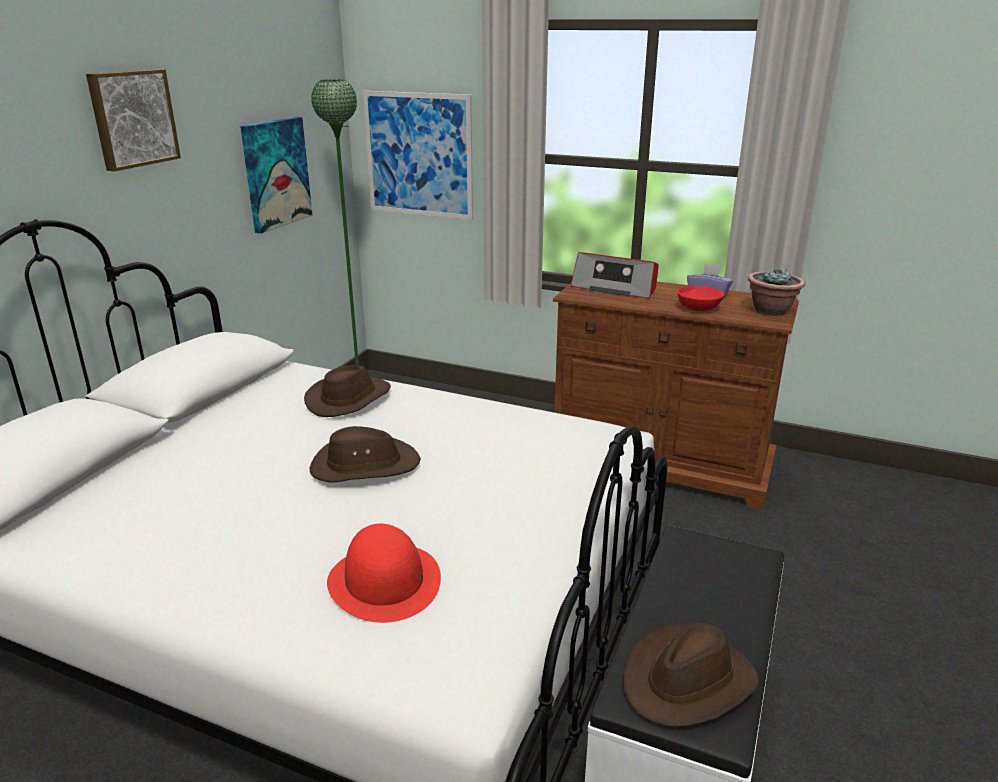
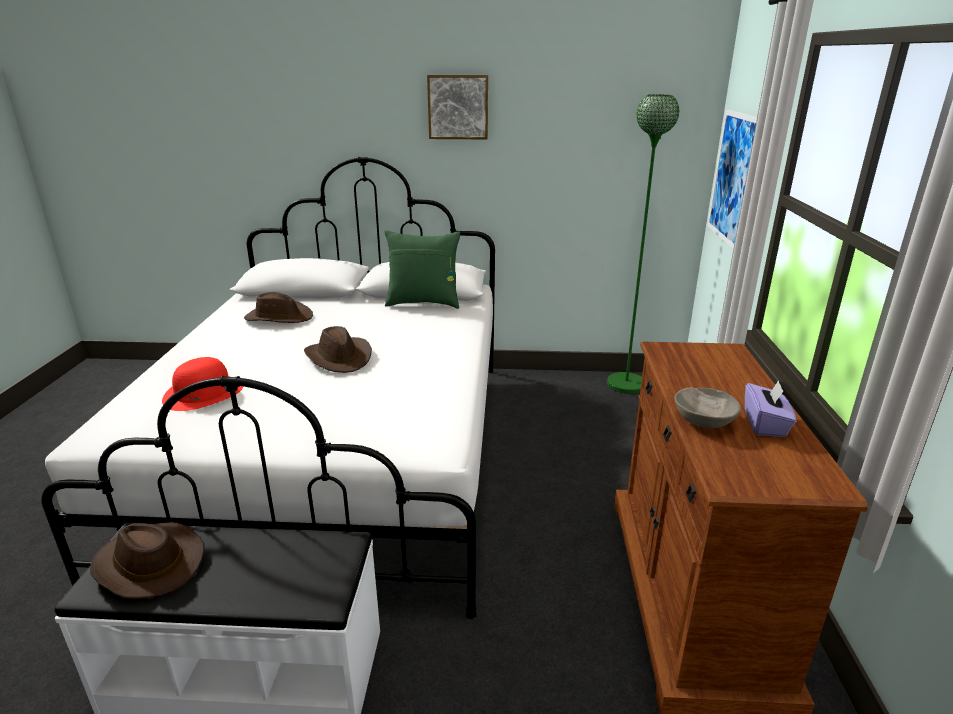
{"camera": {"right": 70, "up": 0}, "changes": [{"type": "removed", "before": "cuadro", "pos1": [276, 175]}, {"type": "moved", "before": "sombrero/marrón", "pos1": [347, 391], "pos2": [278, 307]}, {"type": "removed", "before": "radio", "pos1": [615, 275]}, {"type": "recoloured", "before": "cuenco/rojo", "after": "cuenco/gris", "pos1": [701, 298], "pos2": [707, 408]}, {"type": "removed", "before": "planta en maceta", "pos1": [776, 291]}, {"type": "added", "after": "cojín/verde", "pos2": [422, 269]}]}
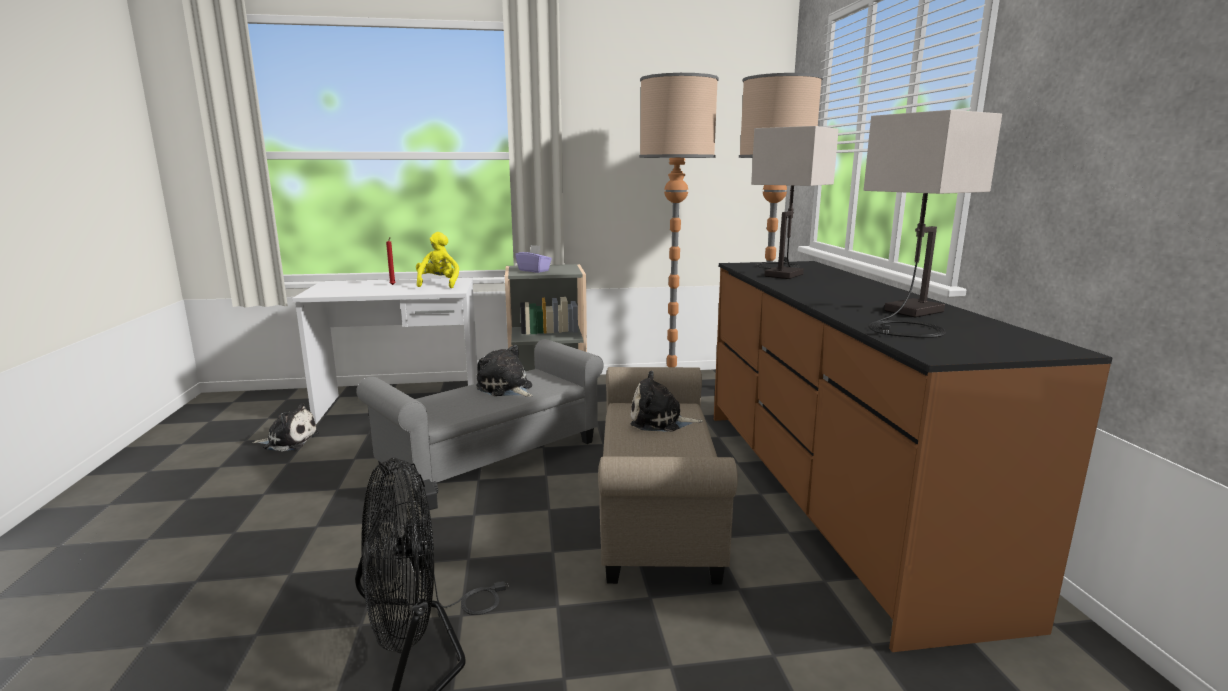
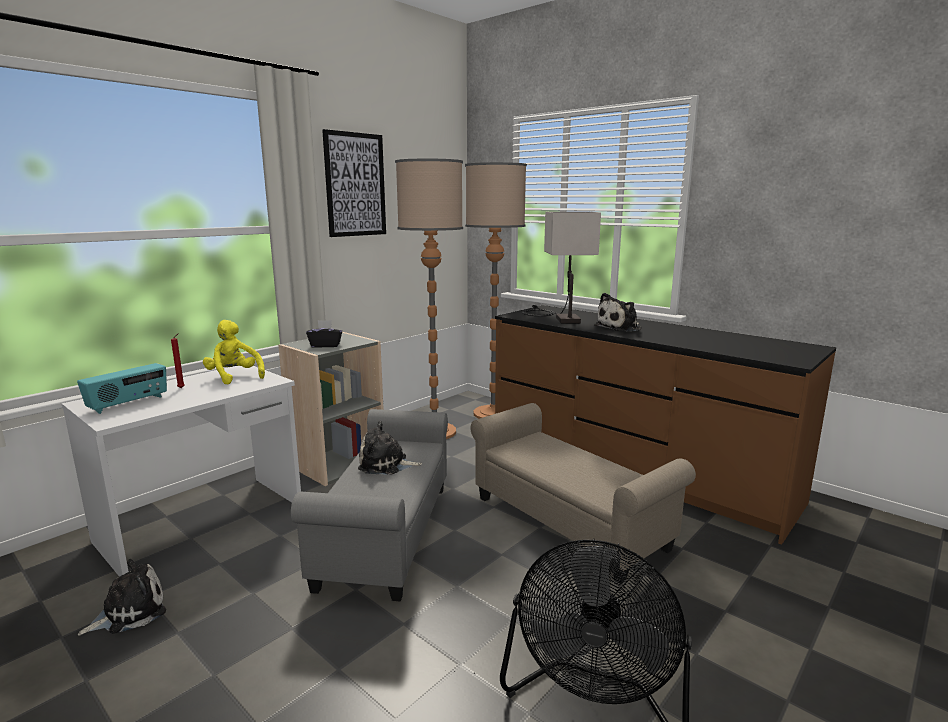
{"camera": {"right": -40, "up": 0}, "changes": [{"type": "recoloured", "before": "caja de pañuelos/morado", "after": "caja de pañuelos/negro", "pos1": [533, 259], "pos2": [324, 334]}, {"type": "moved", "before": "peluche", "pos1": [666, 401], "pos2": [618, 312]}, {"type": "removed", "before": "lámpara de mesa", "pos1": [933, 224]}, {"type": "added", "after": "radio", "pos2": [122, 388]}, {"type": "added", "after": "cuadro", "pos2": [354, 183]}]}
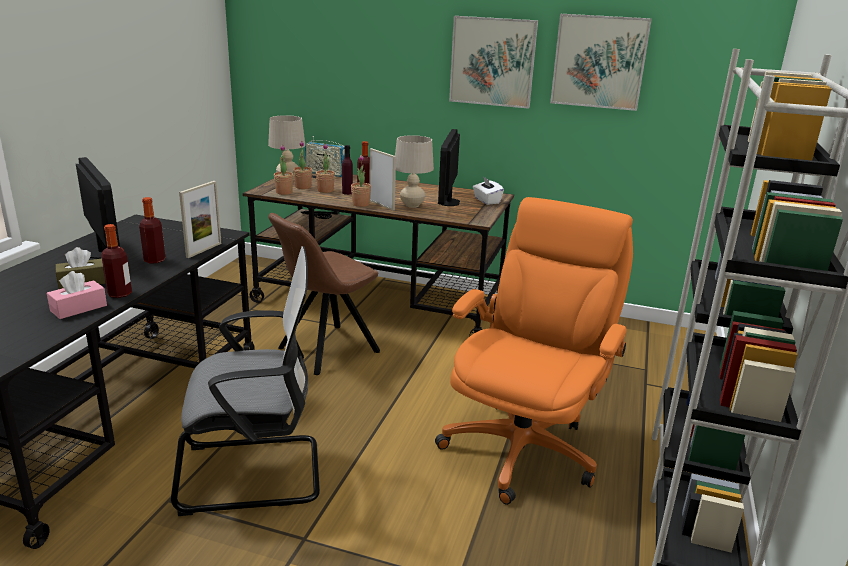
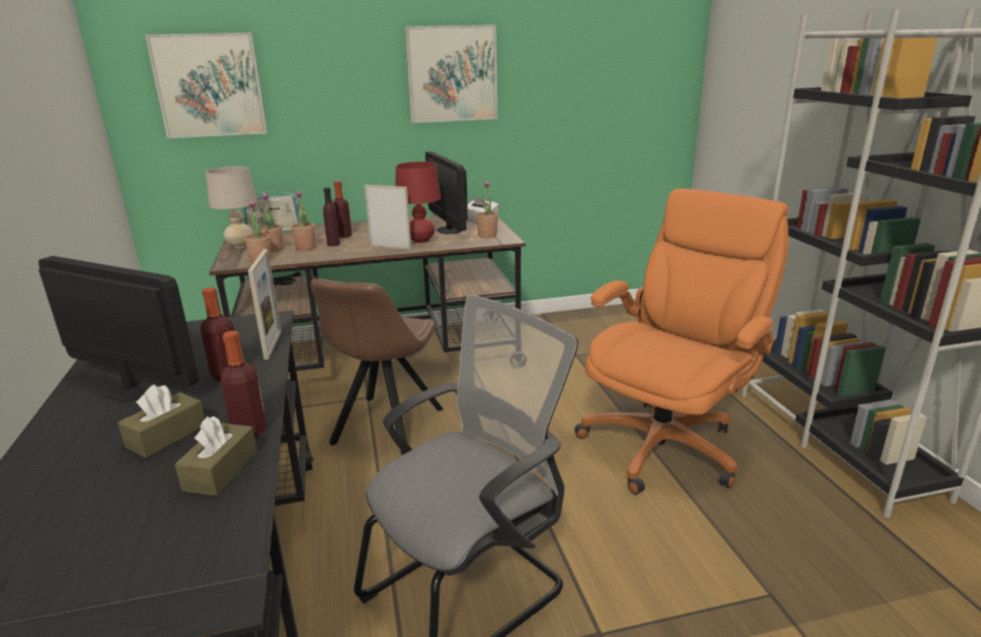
{"camera": {"right": -30, "up": 0}, "changes": [{"type": "recoloured", "before": "caja de pañuelos/rosa", "after": "caja de pañuelos/marrón", "pos1": [77, 295], "pos2": [216, 456]}, {"type": "moved", "before": "planta en maceta", "pos1": [361, 181], "pos2": [487, 209]}, {"type": "recoloured", "before": "lámpara de mesa/beis", "after": "lámpara de mesa/rojo", "pos1": [414, 171], "pos2": [418, 202]}, {"type": "turned", "before": "silla de oficina/naranja", "pos1": [534, 351], "pos2": [682, 341], "turn": 45}, {"type": "moved", "before": "cuadro", "pos1": [601, 62], "pos2": [206, 85]}]}
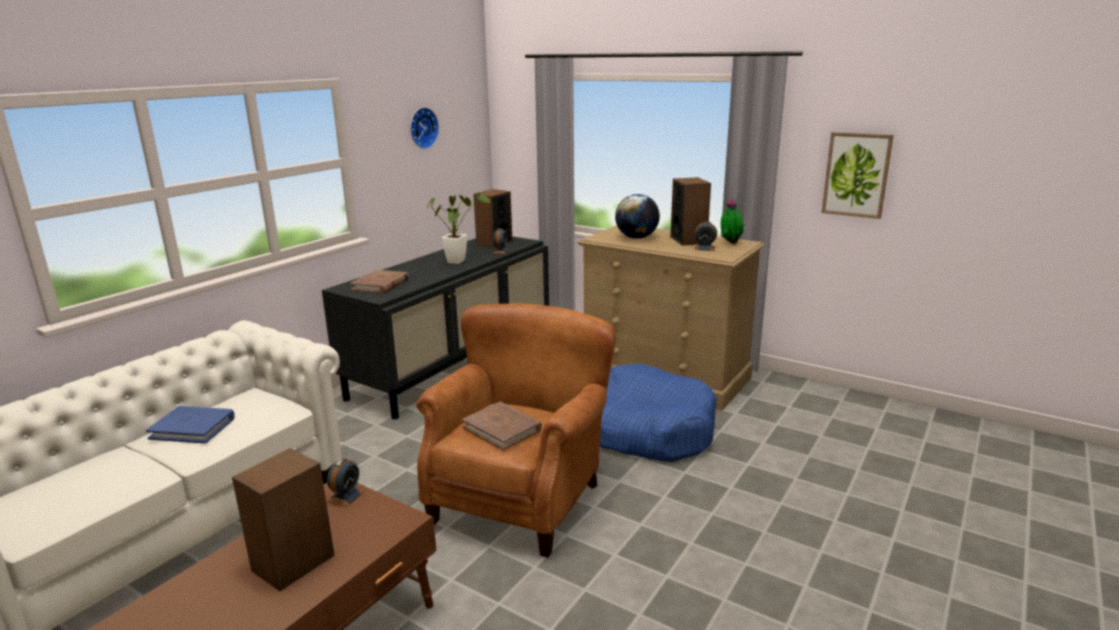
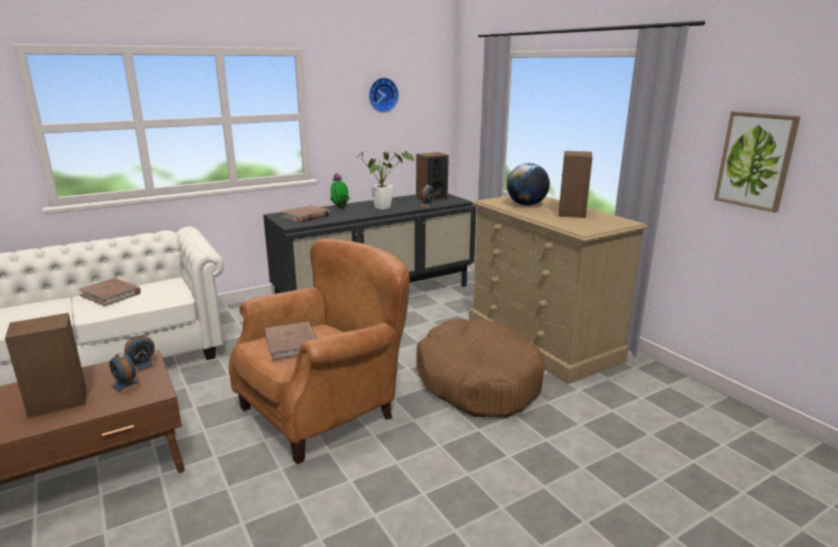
{"camera": {"right": 25, "up": 0}, "changes": [{"type": "recoloured", "before": "libro/azul", "after": "libro/marrón", "pos1": [190, 424], "pos2": [110, 292]}, {"type": "recoloured", "before": "cama para perro/azul", "after": "cama para perro/marrón", "pos1": [658, 413], "pos2": [480, 367]}, {"type": "moved", "before": "despertador", "pos1": [705, 236], "pos2": [126, 374]}, {"type": "moved", "before": "planta en maceta", "pos1": [732, 221], "pos2": [340, 191]}]}
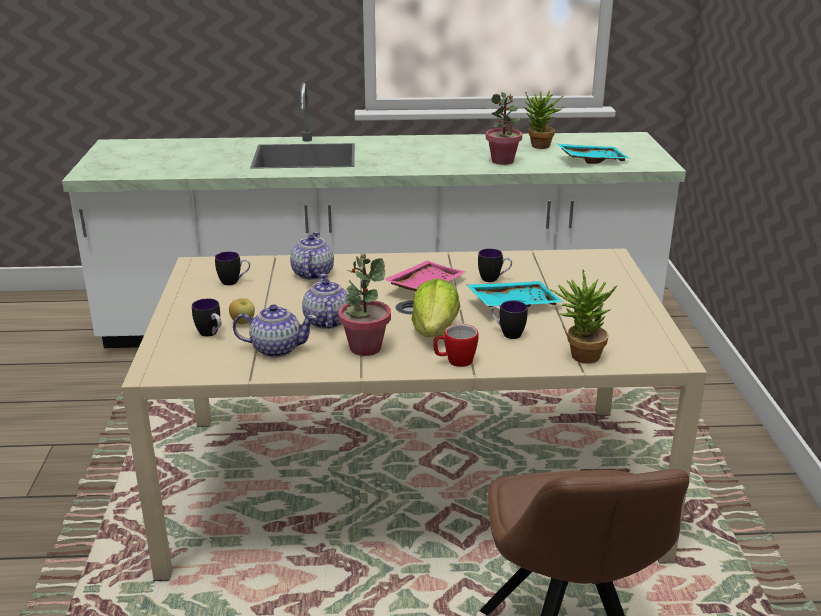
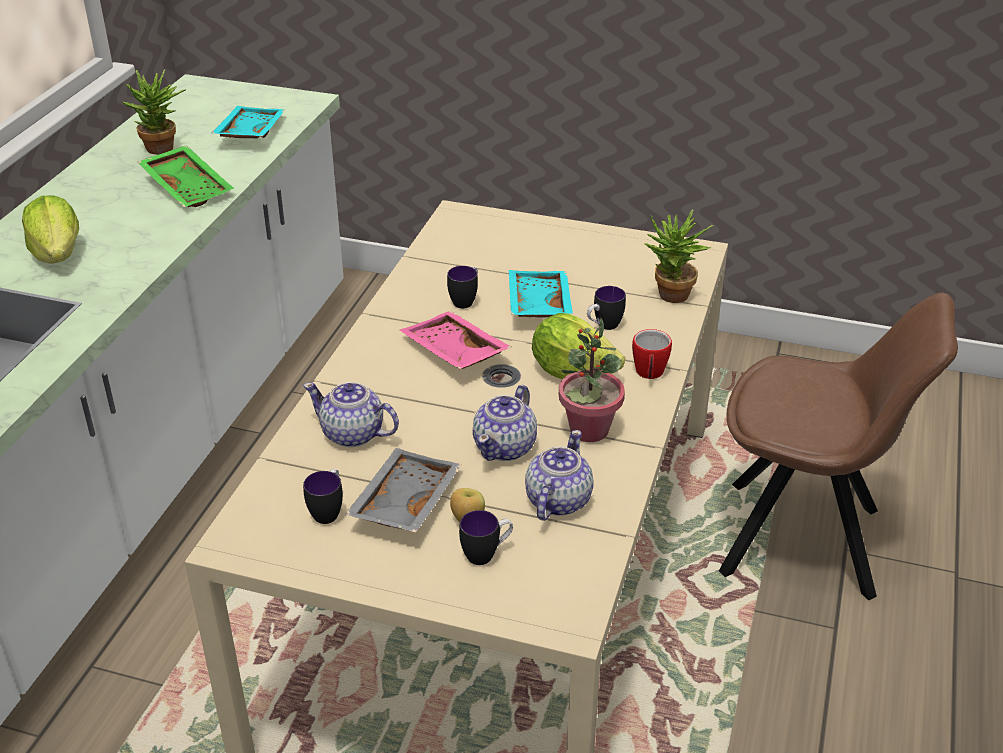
{"camera": {"right": -70, "up": 10}, "changes": [{"type": "turned", "before": "tetera", "pos1": [325, 301], "pos2": [505, 423], "turn": -75}, {"type": "replaced", "before": "planta en maceta", "after": "bandeja/verde", "pos1": [504, 128], "pos2": [186, 176]}, {"type": "added", "after": "lechuga", "pos2": [50, 229]}, {"type": "added", "after": "bandeja/gris", "pos2": [403, 490]}]}
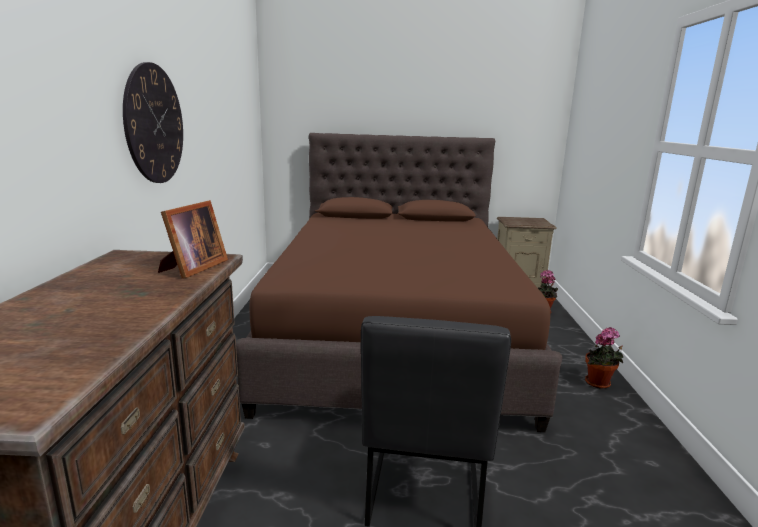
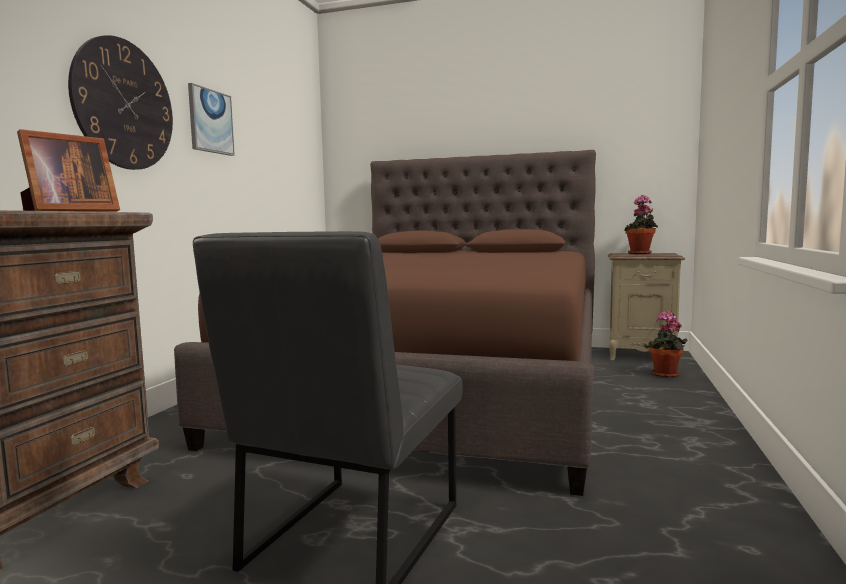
{"camera": {"right": 15, "up": -10}, "changes": [{"type": "moved", "before": "planta en maceta", "pos1": [604, 358], "pos2": [641, 224]}, {"type": "added", "after": "cuadro", "pos2": [211, 119]}]}
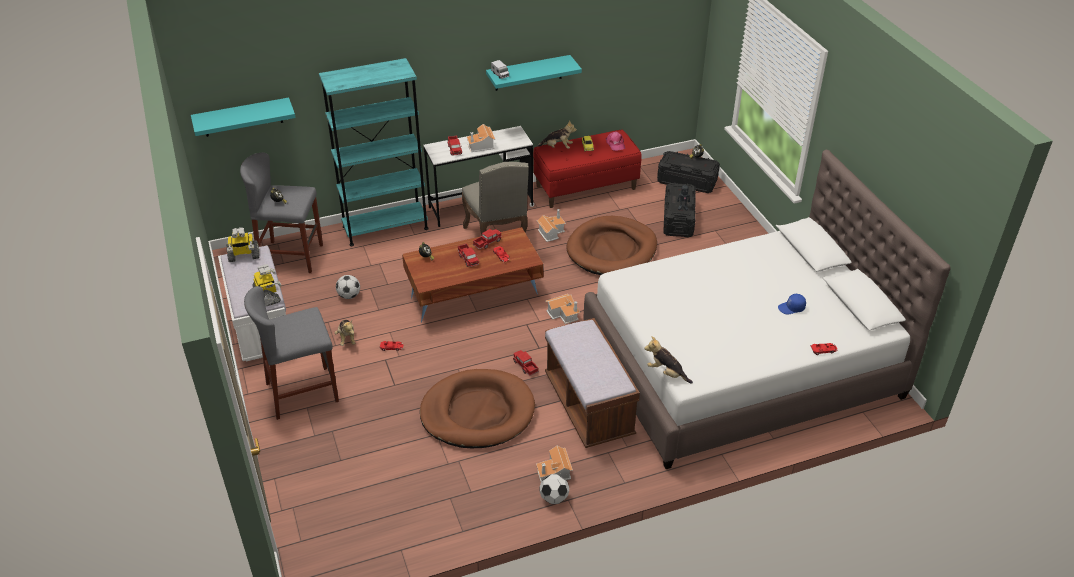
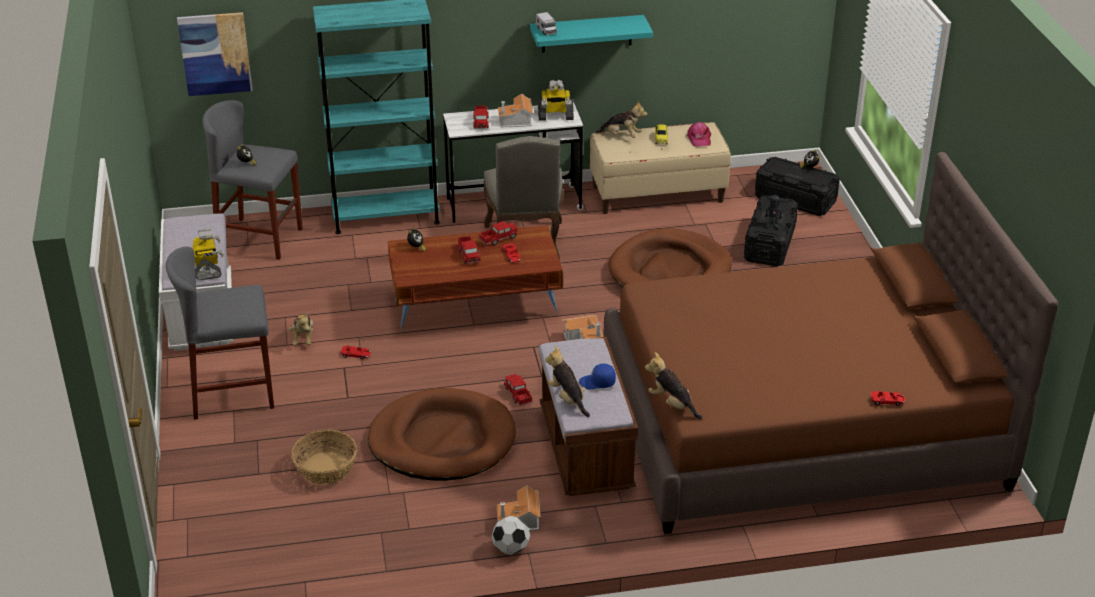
{"camera": {"right": 10, "up": -5}, "changes": [{"type": "replaced", "before": "estante/turquesa", "after": "cuadro", "pos1": [243, 117], "pos2": [215, 54]}, {"type": "moved", "before": "robot de juguete", "pos1": [242, 244], "pos2": [556, 100]}, {"type": "removed", "before": "balón de fútbol", "pos1": [348, 287]}, {"type": "recoloured", "before": "banco/rojo", "after": "banco/beis", "pos1": [587, 169], "pos2": [660, 168]}, {"type": "removed", "before": "casita", "pos1": [551, 225]}, {"type": "recoloured", "before": "cama/blanco", "after": "cama/marrón", "pos1": [767, 309], "pos2": [830, 343]}, {"type": "moved", "before": "gorra/azul", "pos1": [792, 304], "pos2": [597, 376]}, {"type": "added", "after": "cesta", "pos2": [324, 457]}, {"type": "added", "after": "peluche", "pos2": [567, 381]}]}
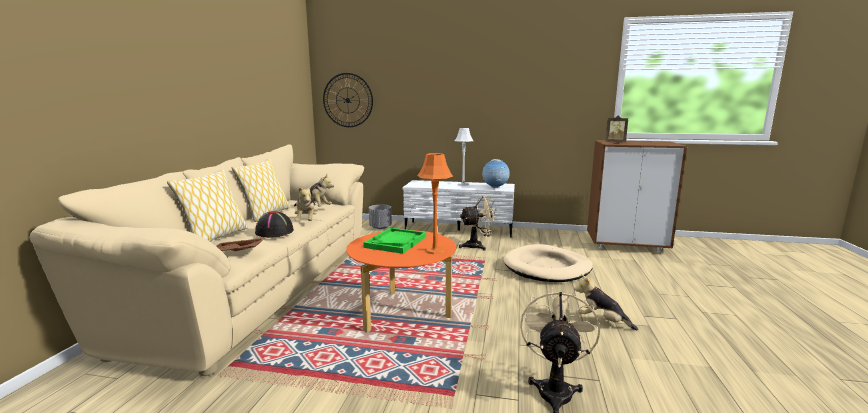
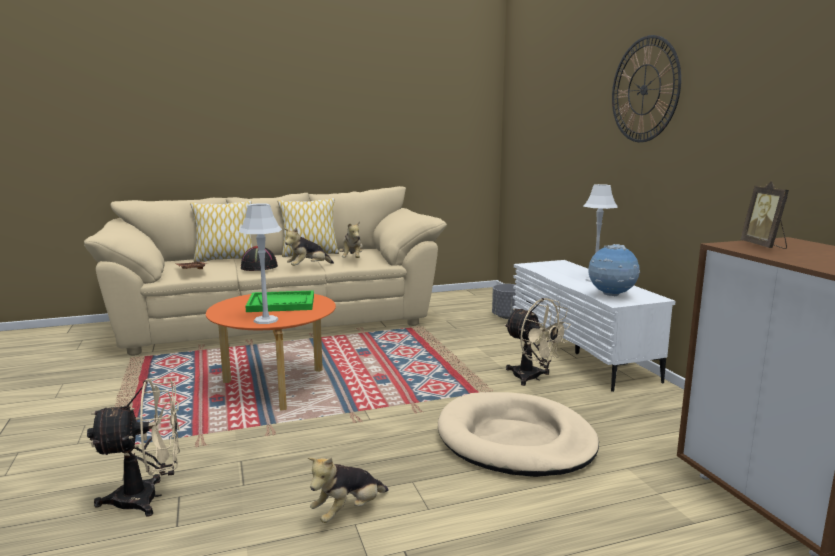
{"camera": {"right": 60, "up": 0}, "changes": [{"type": "moved", "before": "reloj de pared", "pos1": [348, 100], "pos2": [646, 88]}, {"type": "recoloured", "before": "lámpara de mesa/naranja", "after": "lámpara de mesa/gris", "pos1": [435, 203], "pos2": [260, 263]}, {"type": "turned", "before": "peluche", "pos1": [606, 302], "pos2": [348, 490], "turn": -135}]}
